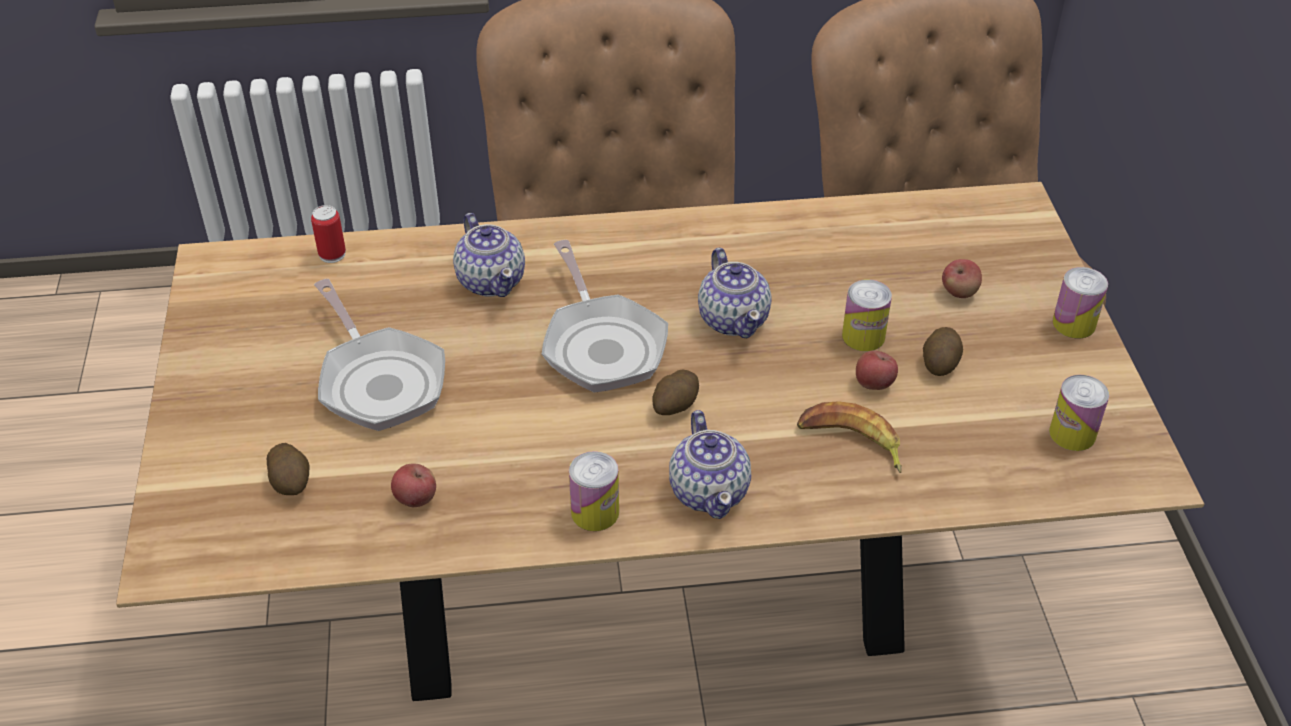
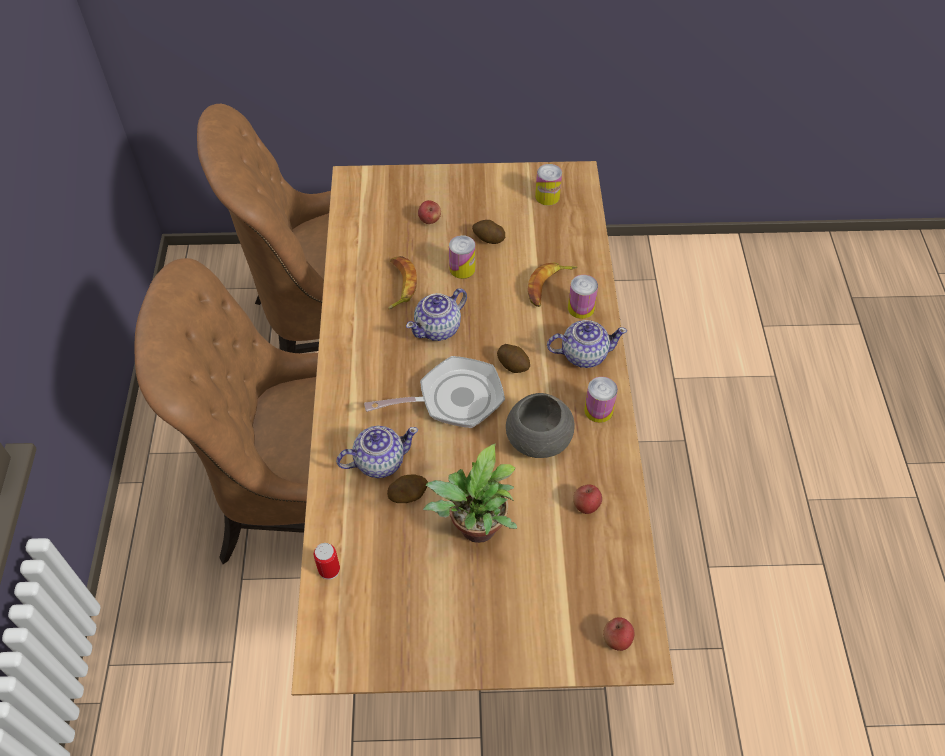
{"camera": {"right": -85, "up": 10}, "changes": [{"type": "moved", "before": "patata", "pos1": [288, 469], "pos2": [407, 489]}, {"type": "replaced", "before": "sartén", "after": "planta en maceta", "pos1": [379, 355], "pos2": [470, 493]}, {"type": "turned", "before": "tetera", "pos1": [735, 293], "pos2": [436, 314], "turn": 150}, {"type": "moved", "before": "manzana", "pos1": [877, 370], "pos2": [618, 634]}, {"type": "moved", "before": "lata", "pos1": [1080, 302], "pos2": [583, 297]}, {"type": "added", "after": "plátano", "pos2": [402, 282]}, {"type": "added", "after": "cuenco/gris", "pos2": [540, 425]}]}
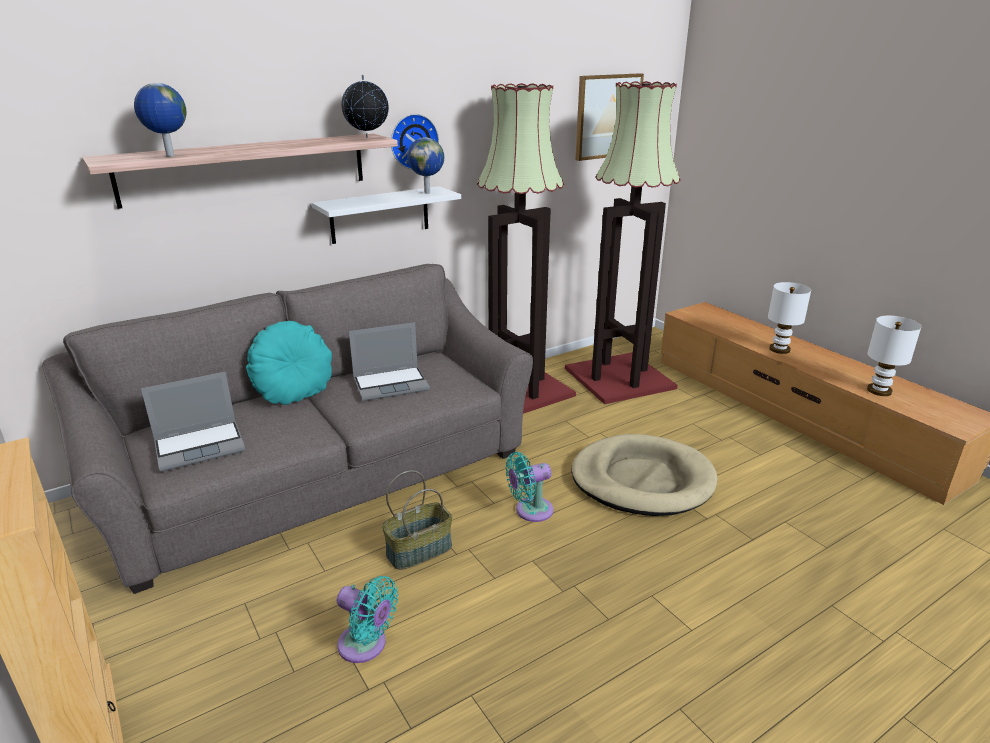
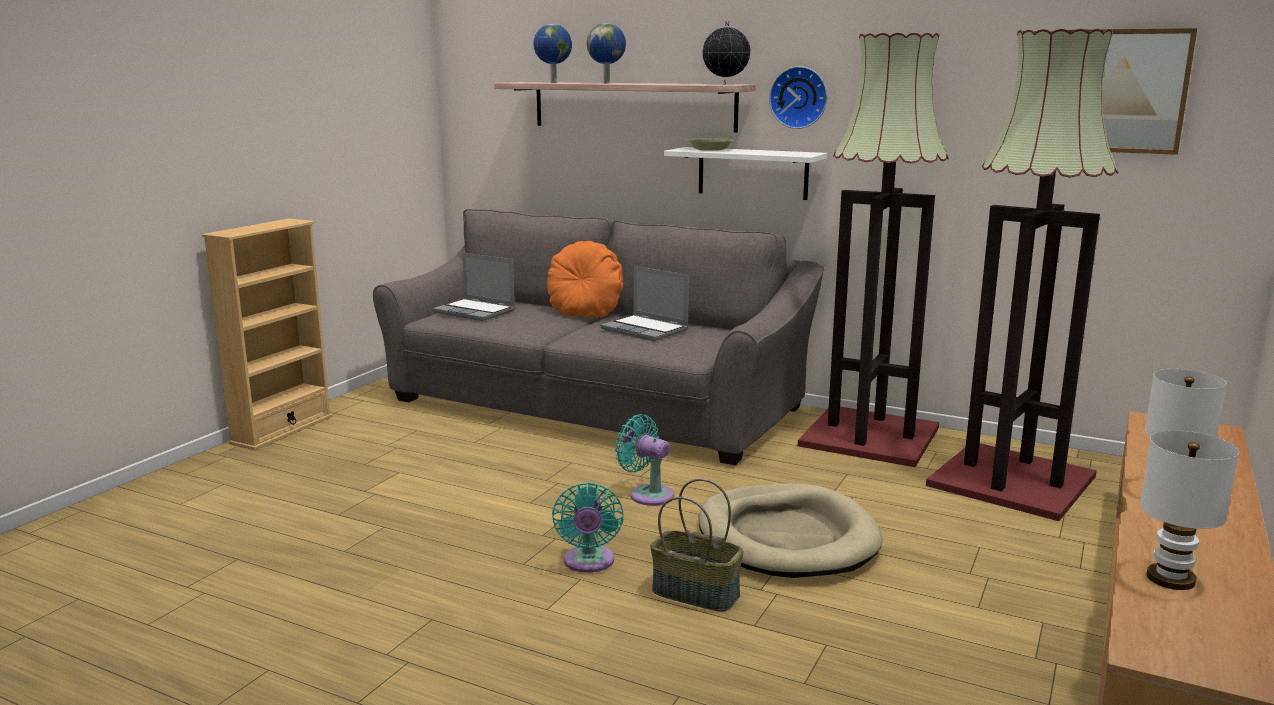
{"camera": {"right": 60, "up": -10}, "changes": [{"type": "recoloured", "before": "cojín/turquesa", "after": "cojín/naranja", "pos1": [289, 363], "pos2": [585, 279]}, {"type": "moved", "before": "ventilador/turquesa", "pos1": [367, 619], "pos2": [588, 527]}, {"type": "moved", "before": "cesta", "pos1": [417, 520], "pos2": [697, 545]}, {"type": "moved", "before": "globo terráqueo", "pos1": [425, 165], "pos2": [606, 53]}, {"type": "added", "after": "cuenco/amarillo", "pos2": [710, 144]}]}
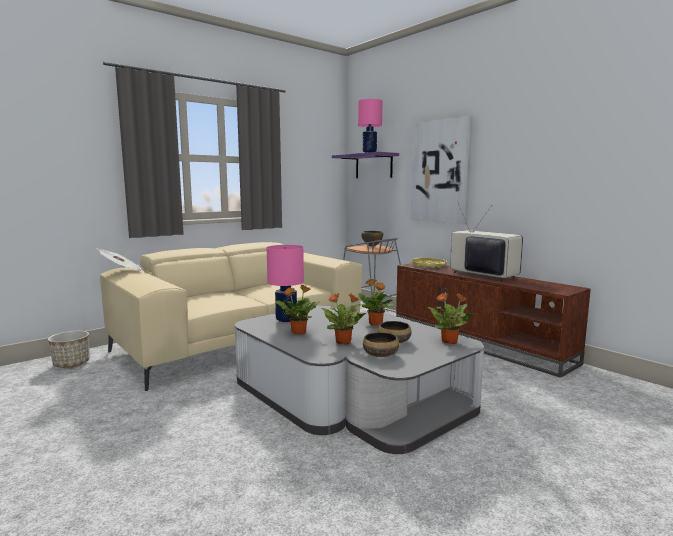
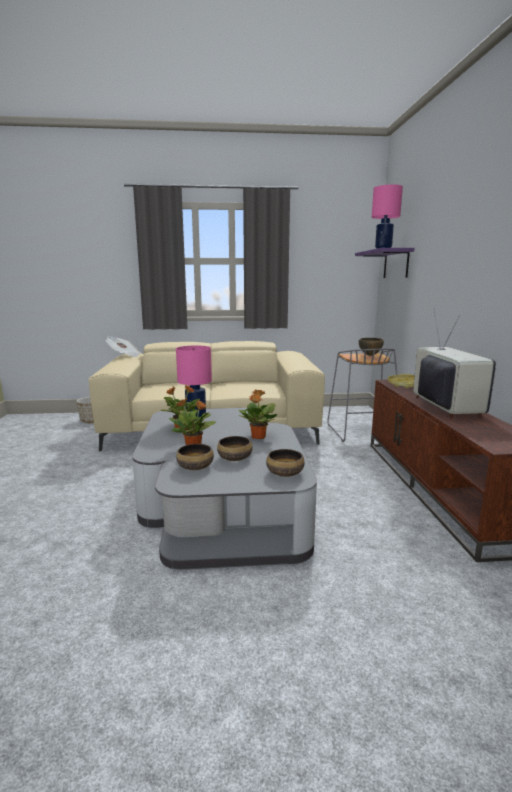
{"camera": {"right": 35, "up": 5}, "changes": [{"type": "removed", "before": "cuadro", "pos1": [441, 170]}, {"type": "replaced", "before": "planta en maceta", "after": "cuenco", "pos1": [451, 318], "pos2": [285, 463]}]}
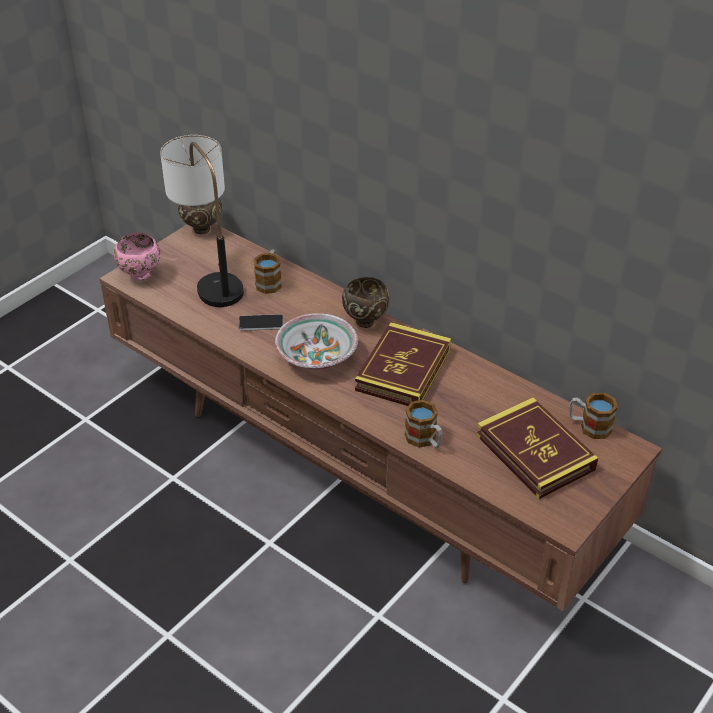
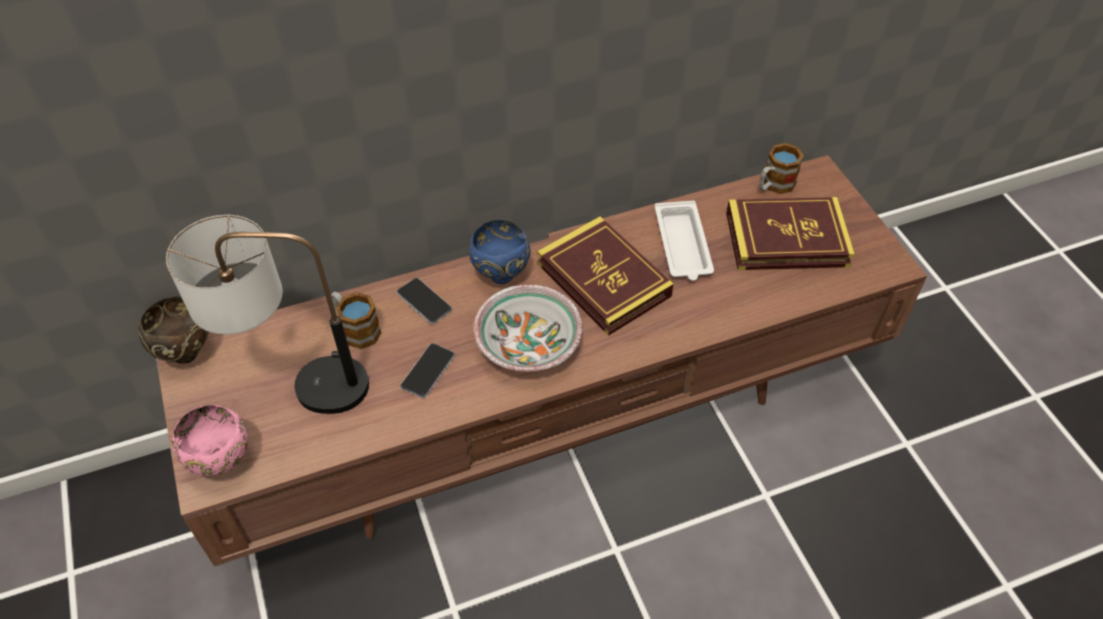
{"camera": {"right": -60, "up": 10}, "changes": [{"type": "recoloured", "before": "cuenco/marrón", "after": "cuenco/azul", "pos1": [366, 302], "pos2": [499, 252]}, {"type": "removed", "before": "taza grande", "pos1": [423, 424]}, {"type": "added", "after": "móvil", "pos2": [424, 301]}, {"type": "added", "after": "bandeja/blanco", "pos2": [684, 241]}]}
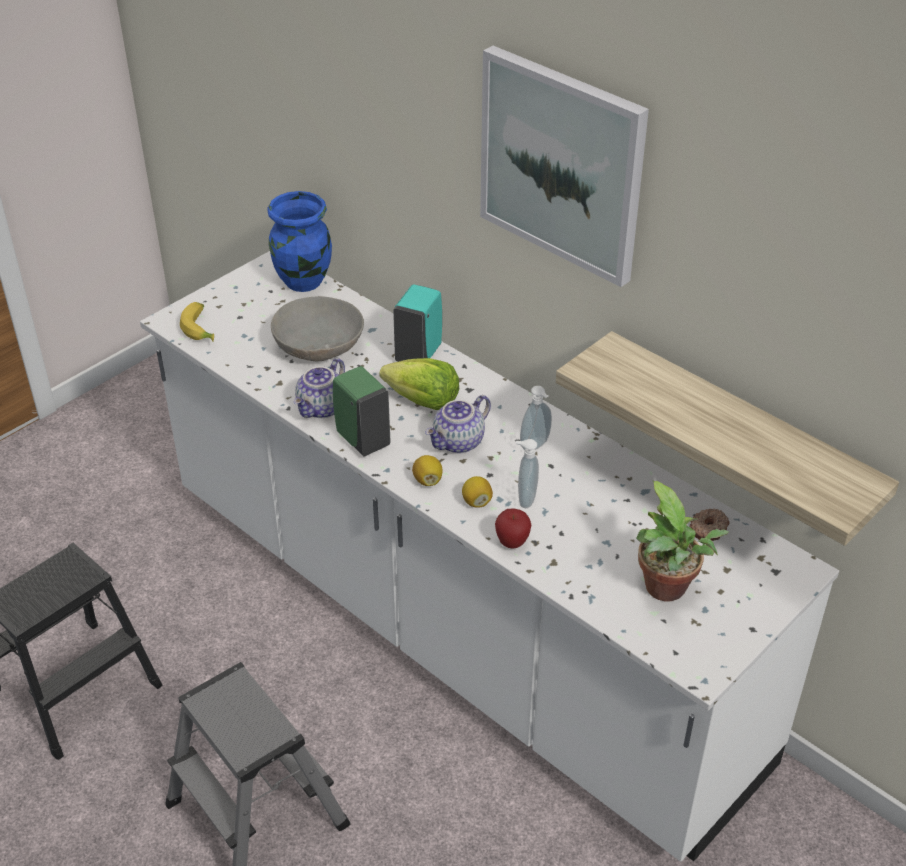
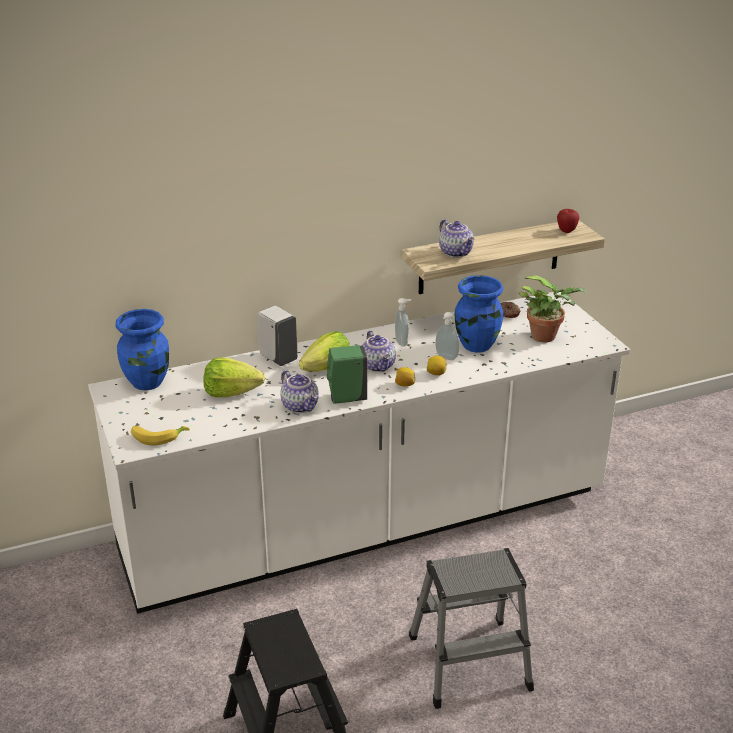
{"camera": {"right": -65, "up": -10}, "changes": [{"type": "replaced", "before": "cuenco/gris", "after": "lechuga", "pos1": [317, 328], "pos2": [234, 377]}, {"type": "recoloured", "before": "dispensador de jabón/turquesa", "after": "dispensador de jabón/blanco", "pos1": [417, 323], "pos2": [277, 335]}, {"type": "removed", "before": "cuadro", "pos1": [564, 166]}, {"type": "moved", "before": "manzana", "pos1": [513, 528], "pos2": [568, 221]}, {"type": "added", "after": "tetera", "pos2": [456, 238]}, {"type": "added", "after": "florero/azul", "pos2": [479, 314]}]}
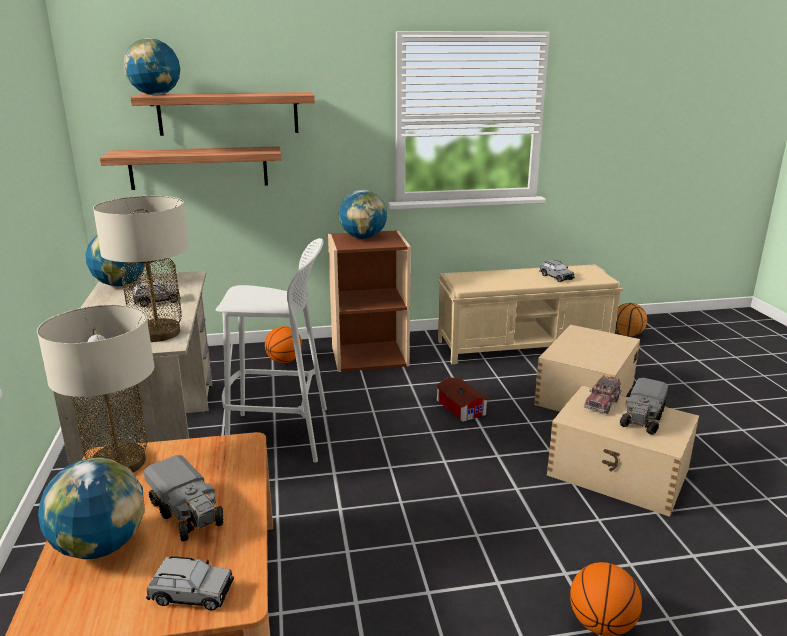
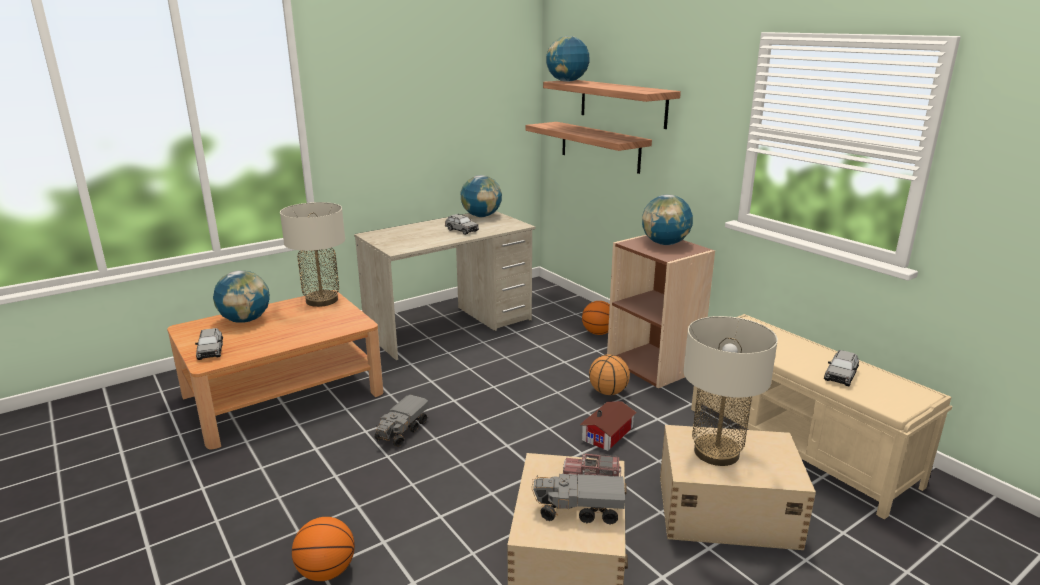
{"camera": {"right": 65, "up": 0}, "changes": [{"type": "moved", "before": "lámpara de mesa", "pos1": [141, 269], "pos2": [730, 391]}, {"type": "moved", "before": "camión de juguete", "pos1": [183, 498], "pos2": [402, 421]}, {"type": "removed", "before": "taburete/blanco", "pos1": [271, 350]}, {"type": "moved", "before": "balón de baloncesto", "pos1": [631, 320], "pos2": [609, 374]}]}
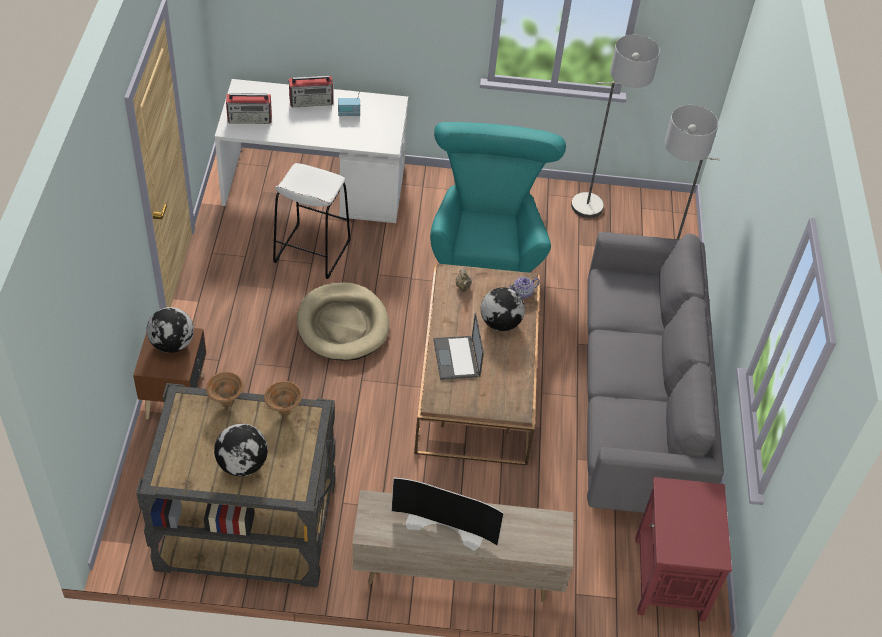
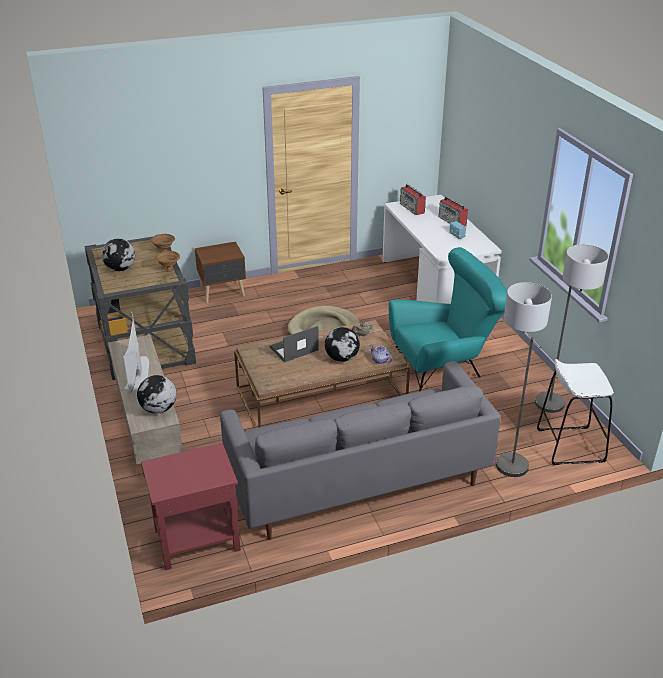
{"camera": {"right": 70, "up": -15}, "changes": [{"type": "moved", "before": "globo terráqueo", "pos1": [170, 330], "pos2": [156, 394]}, {"type": "moved", "before": "taburete/blanco", "pos1": [312, 221], "pos2": [575, 412]}]}
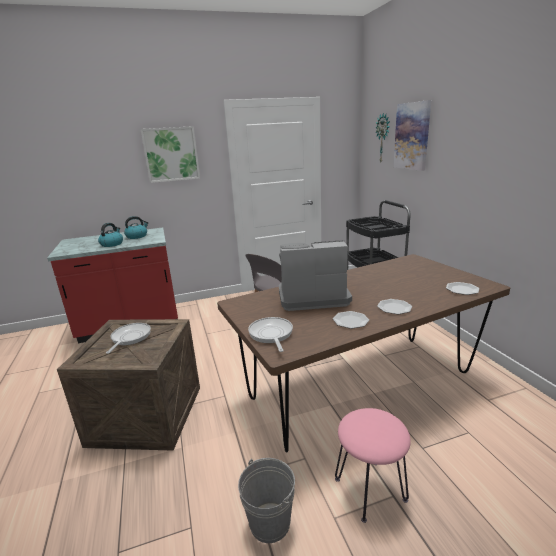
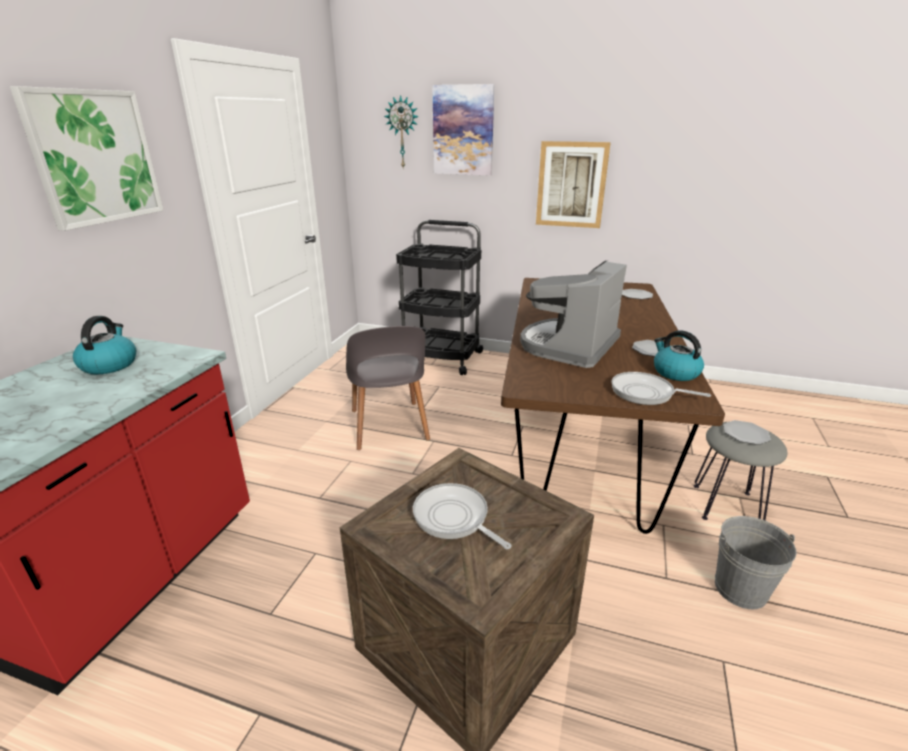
{"camera": {"right": -55, "up": 5}, "changes": [{"type": "moved", "before": "hervidor", "pos1": [110, 235], "pos2": [679, 355]}, {"type": "recoloured", "before": "taburete/rosa", "after": "taburete/gris", "pos1": [373, 465], "pos2": [740, 471]}, {"type": "moved", "before": "plato", "pos1": [394, 306], "pos2": [747, 432]}, {"type": "added", "after": "cuadro", "pos2": [573, 184]}]}
